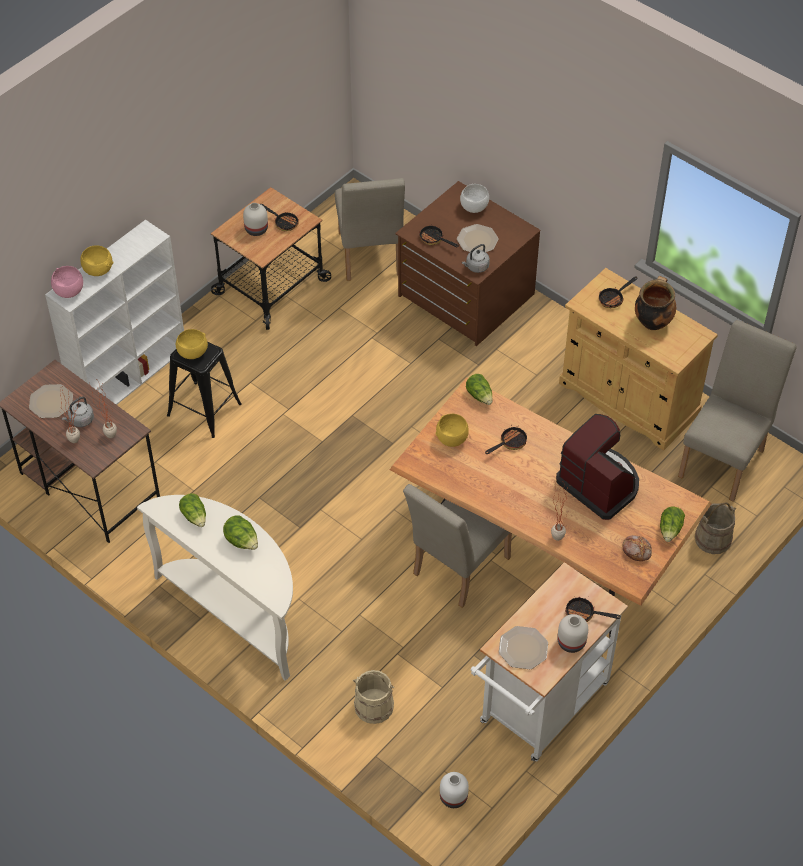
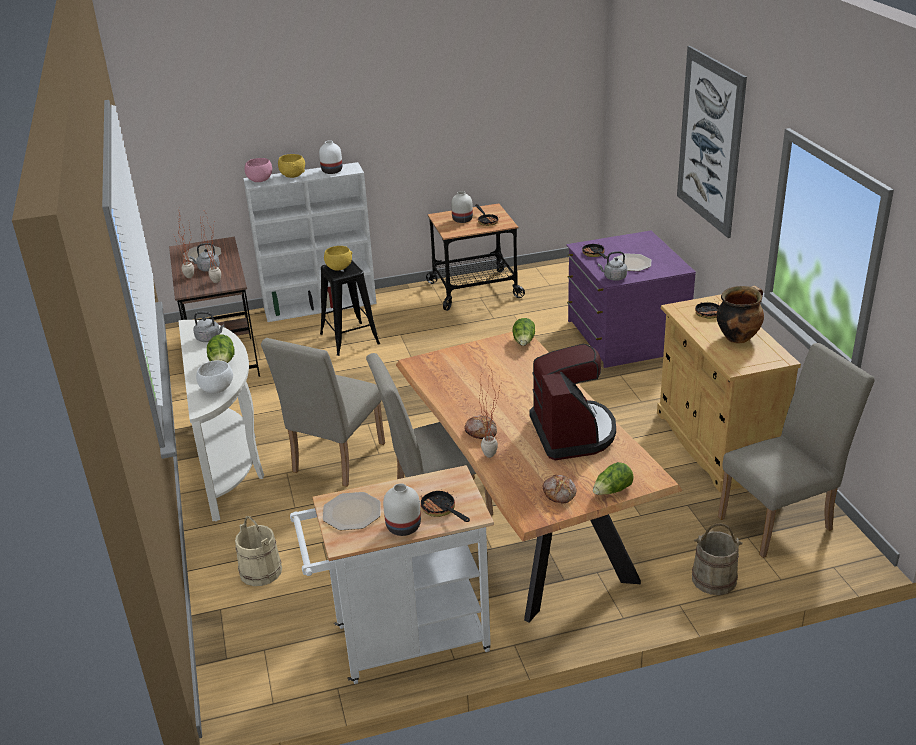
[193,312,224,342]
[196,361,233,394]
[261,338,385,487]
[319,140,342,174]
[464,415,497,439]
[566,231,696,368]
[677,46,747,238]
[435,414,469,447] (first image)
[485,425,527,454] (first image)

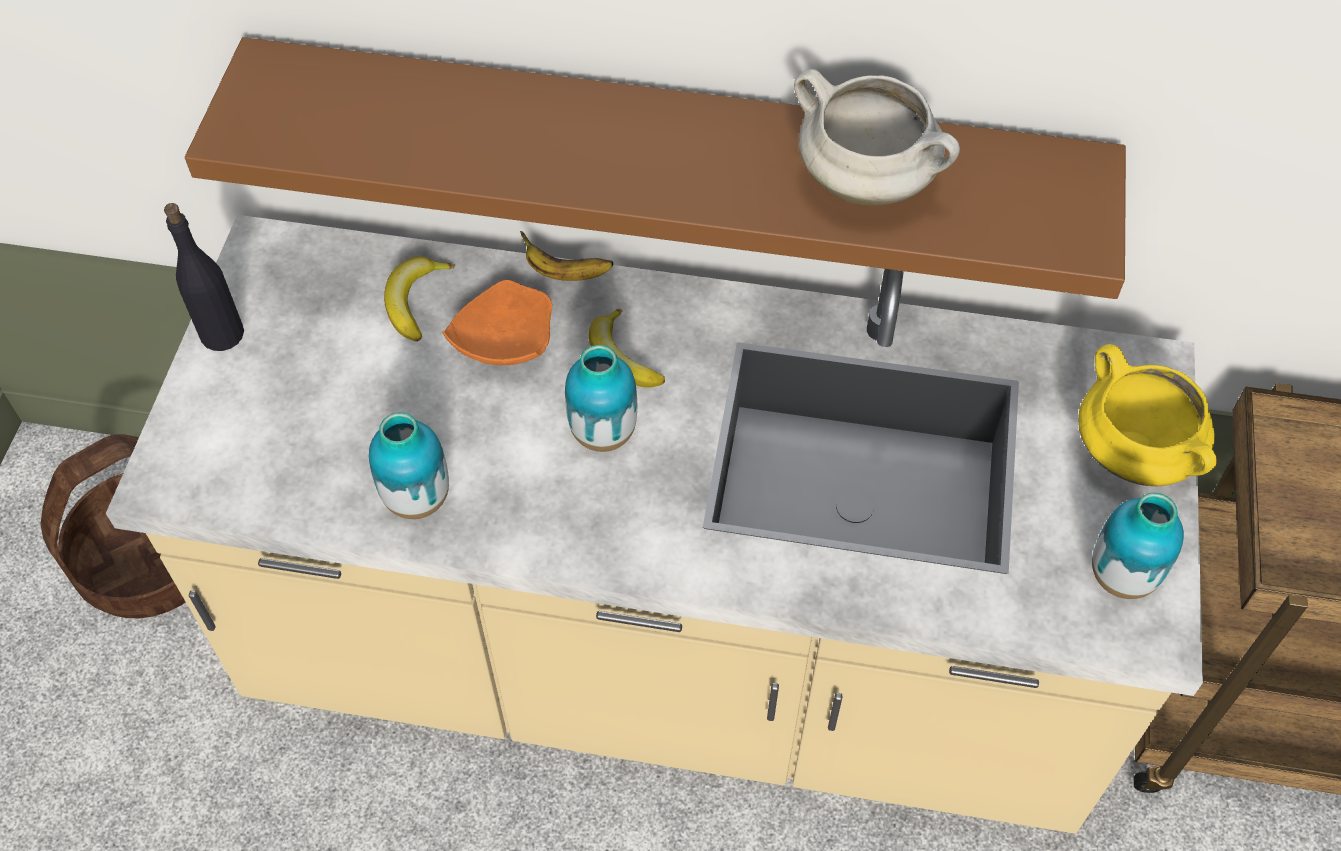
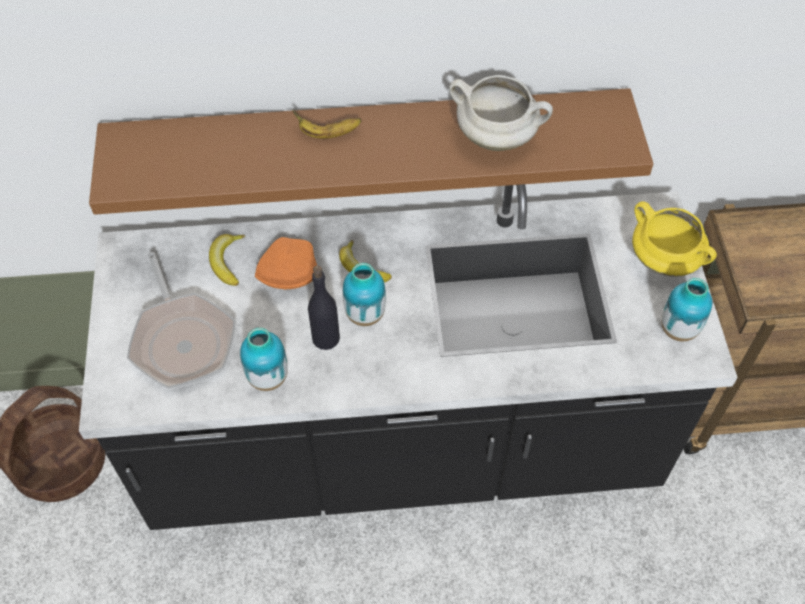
[79,184,738,530]
[127,252,235,390]
[292,110,361,139]
[308,265,340,350]

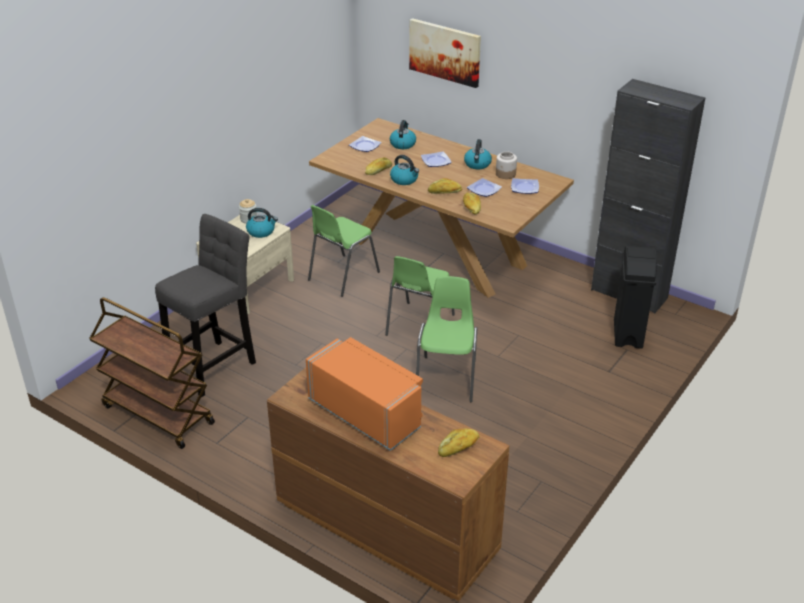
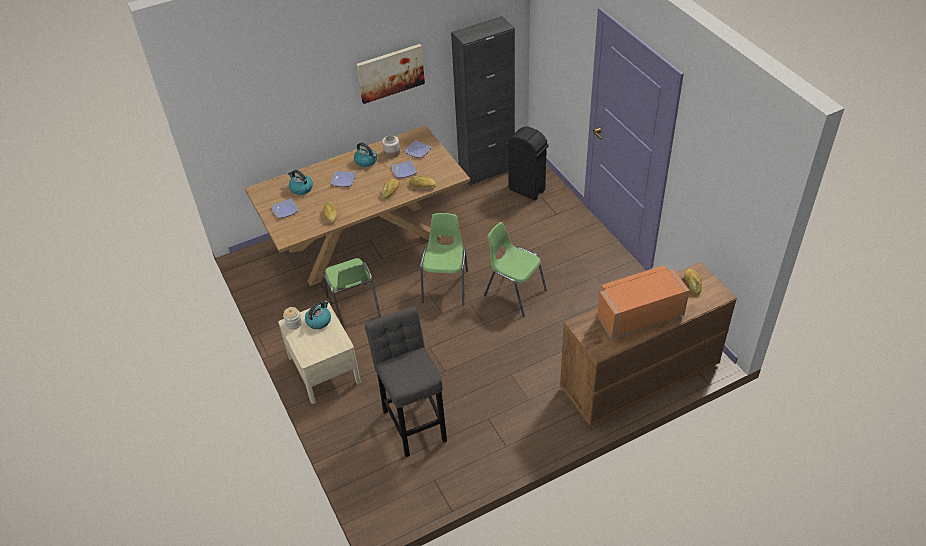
[357,44,425,104]
[420,213,468,305]
[89,297,215,449] (first image)
[390,155,419,185] (first image)

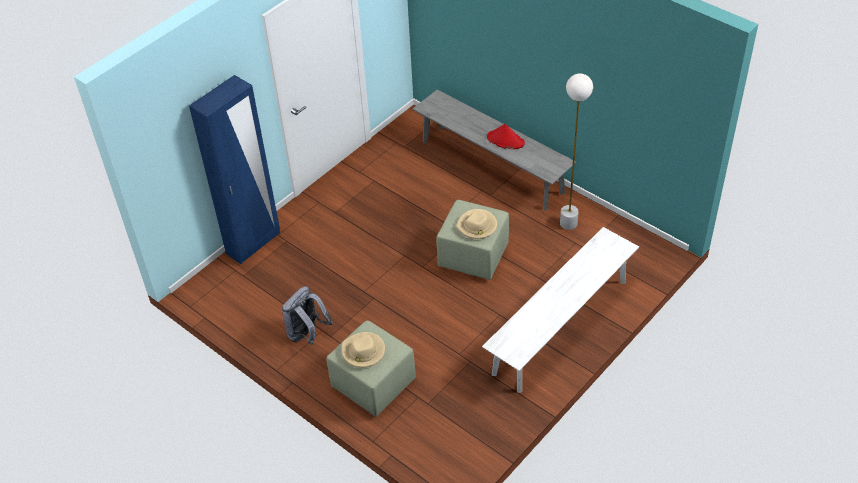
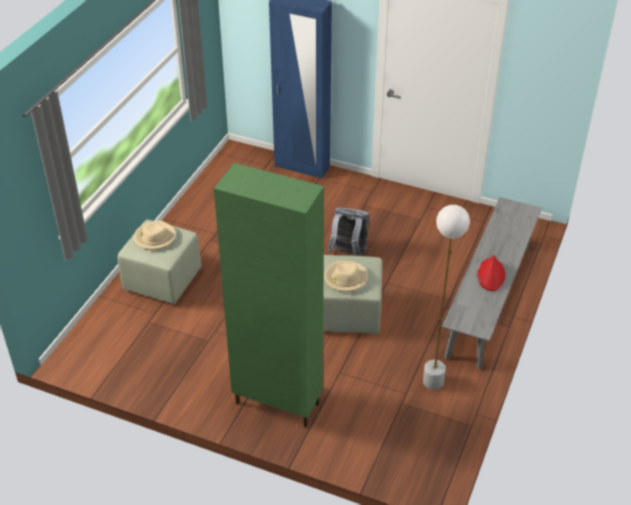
[214,163,324,427]
[327,208,370,256]

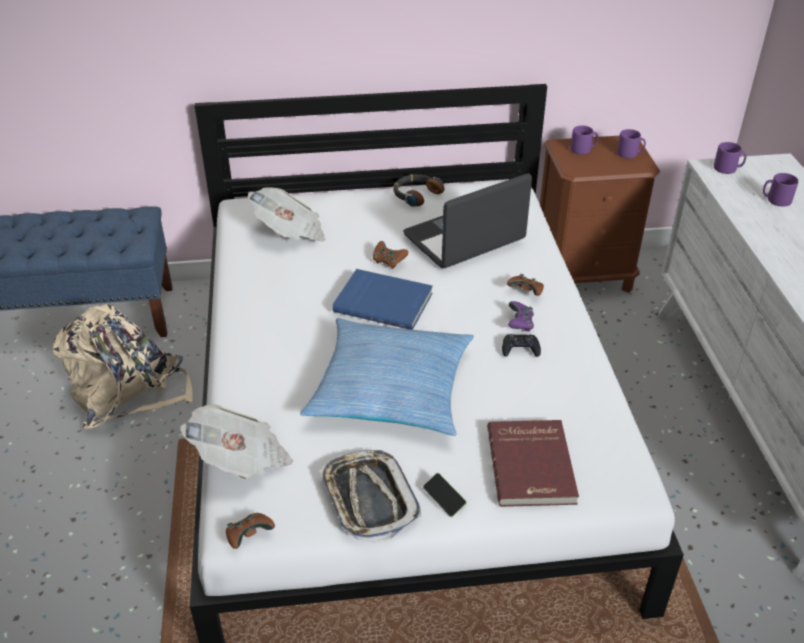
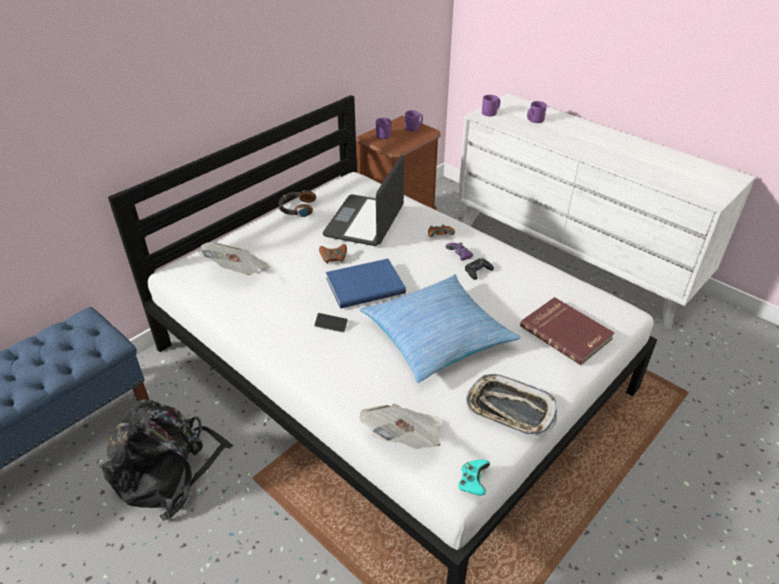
[101,399,234,521]
[314,313,348,333]
[458,460,490,496]

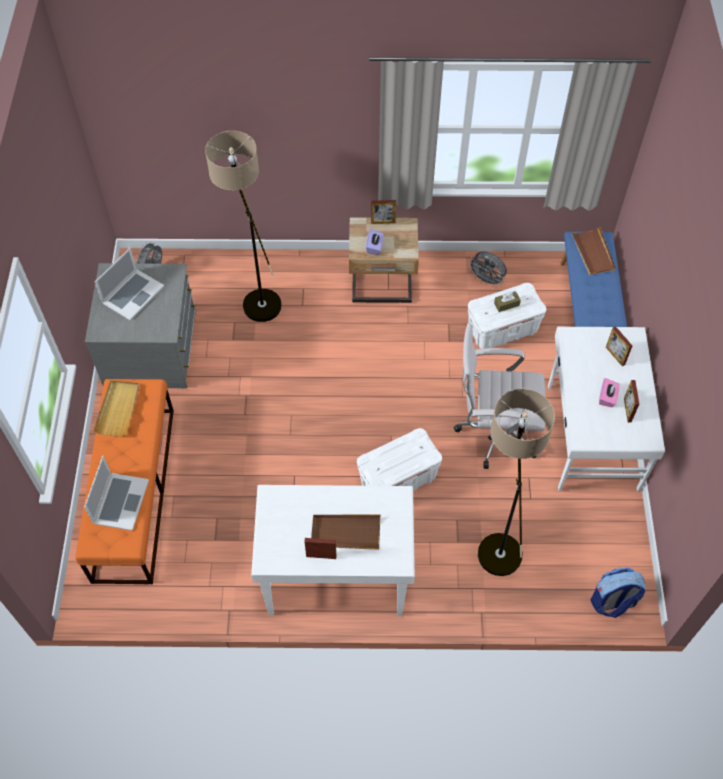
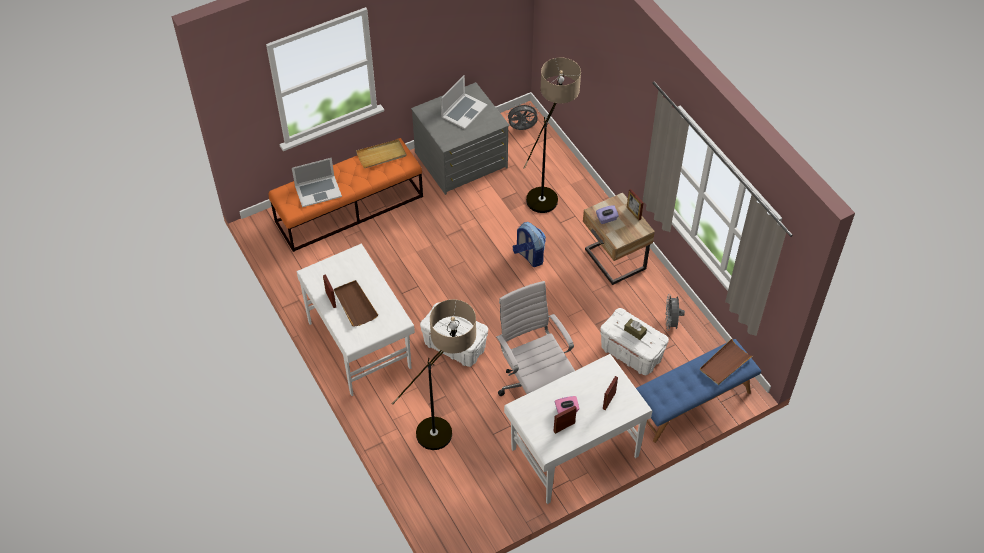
[441,75,487,129]
[513,222,546,267]

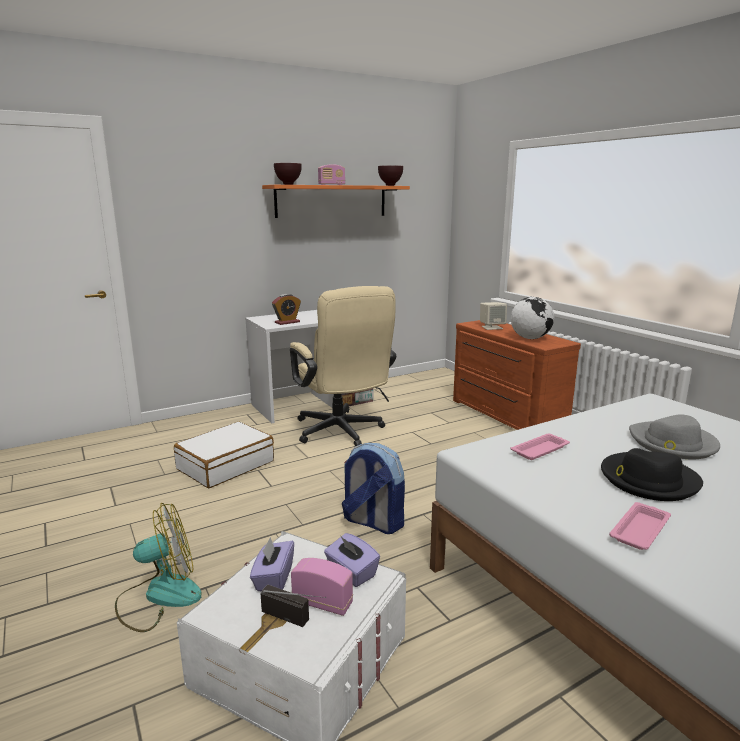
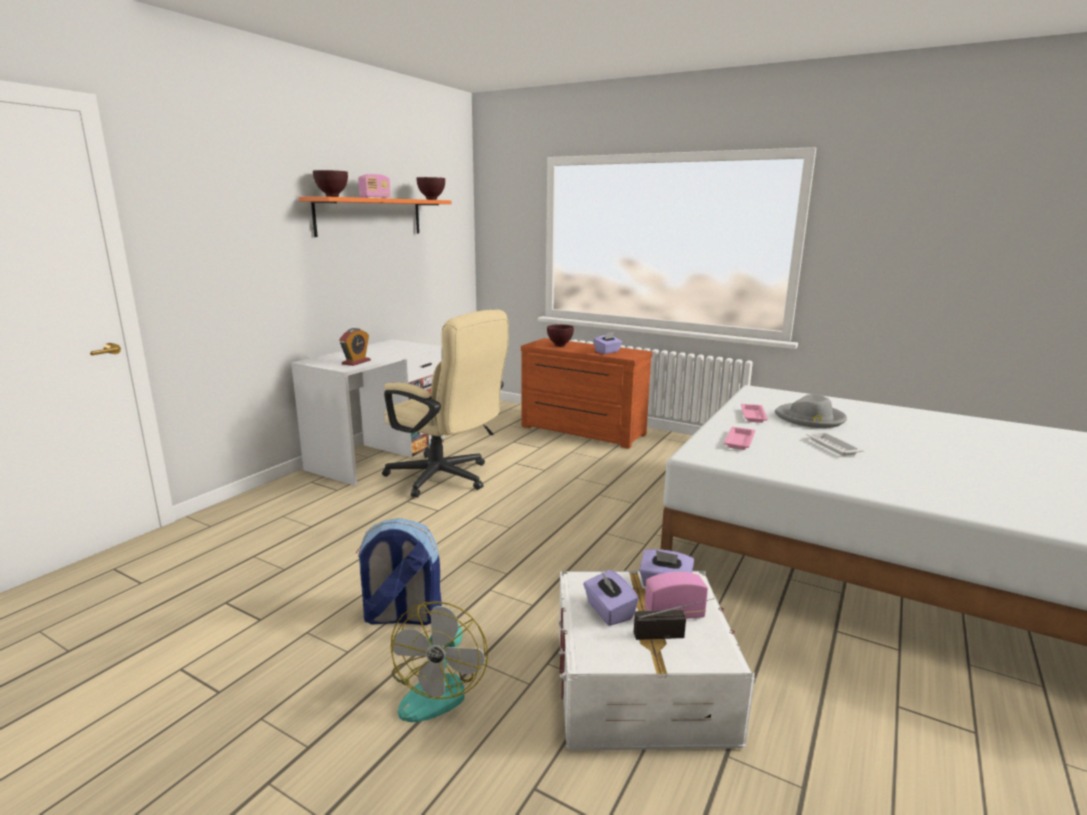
[356,518,442,625]
[391,601,488,722]
[547,324,574,347]
[594,332,622,354]
[741,404,768,423]
[806,432,864,456]
[174,422,274,488] (first image)

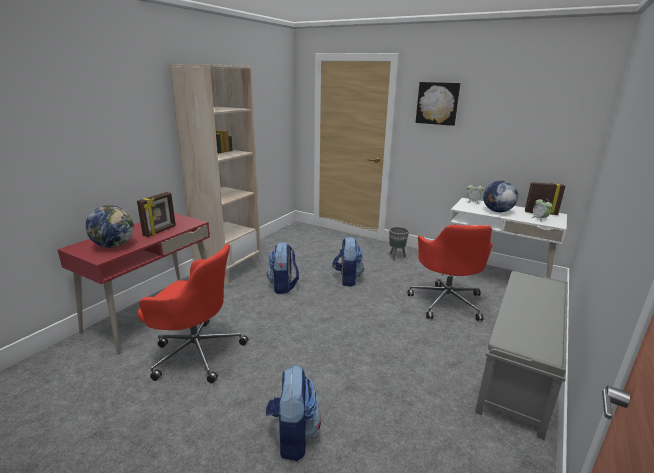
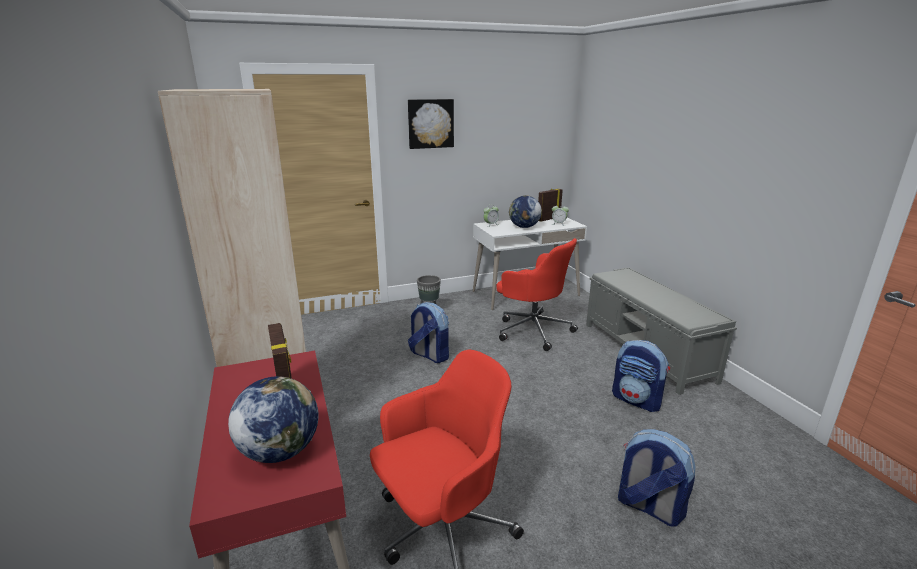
[612,340,670,412]

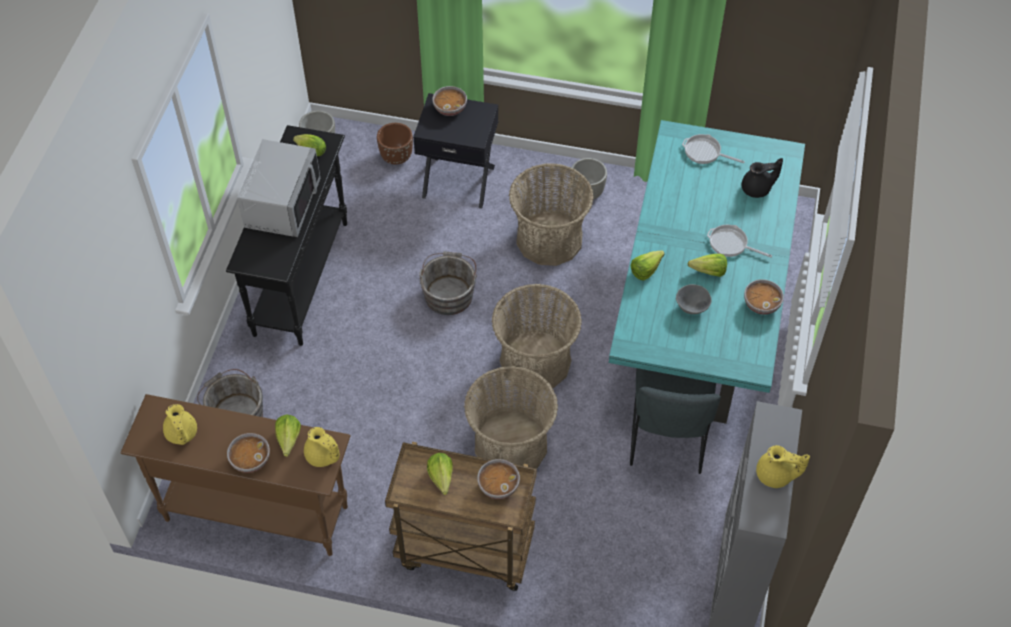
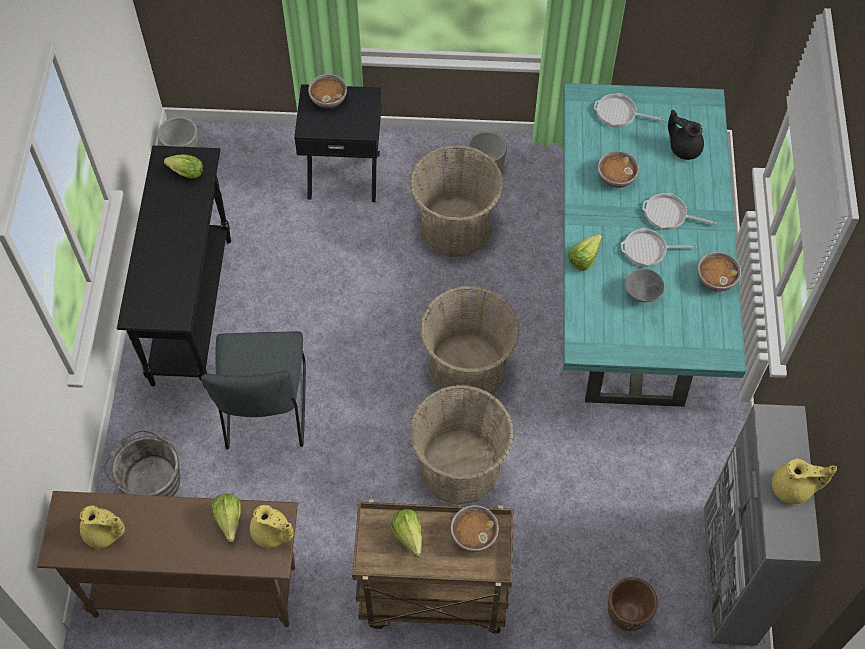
[80,506,125,548]
[201,331,306,450]
[598,151,639,188]
[608,577,658,631]
[621,228,697,267]
[668,110,704,160]
[237,139,320,237] (first image)
[419,251,477,315] (first image)

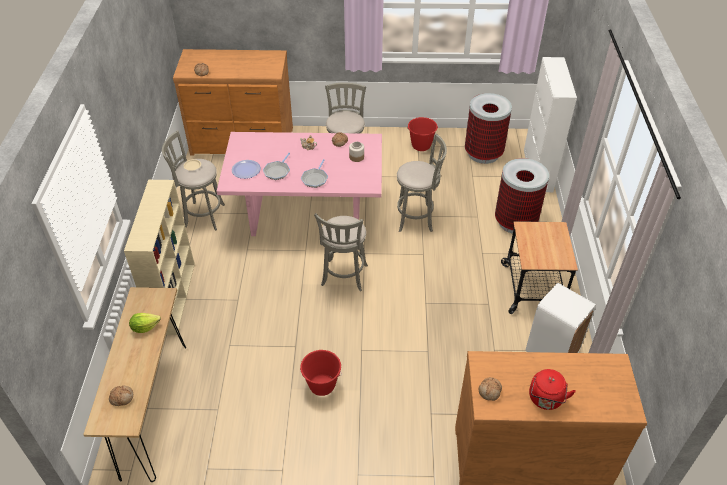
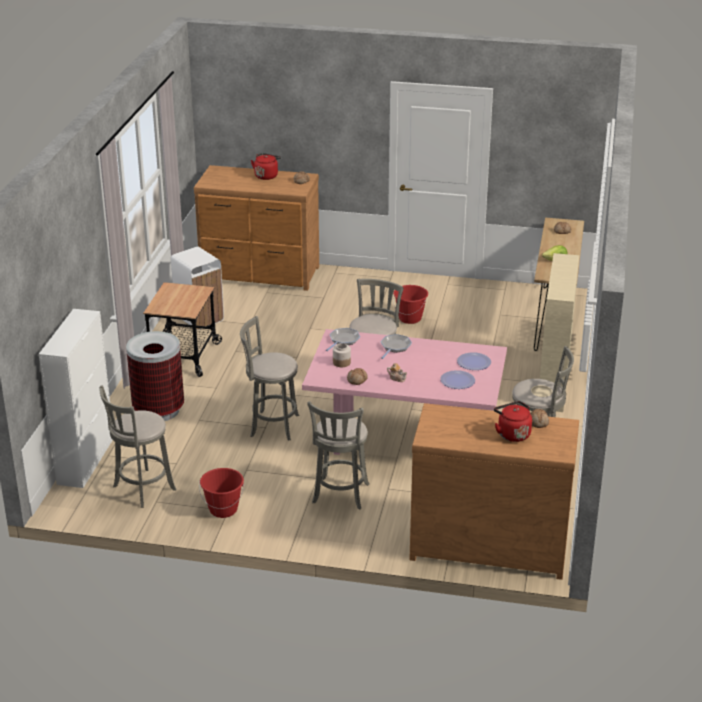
[99,385,176,508]
[326,328,360,351]
[440,370,475,389]
[494,401,532,442]

